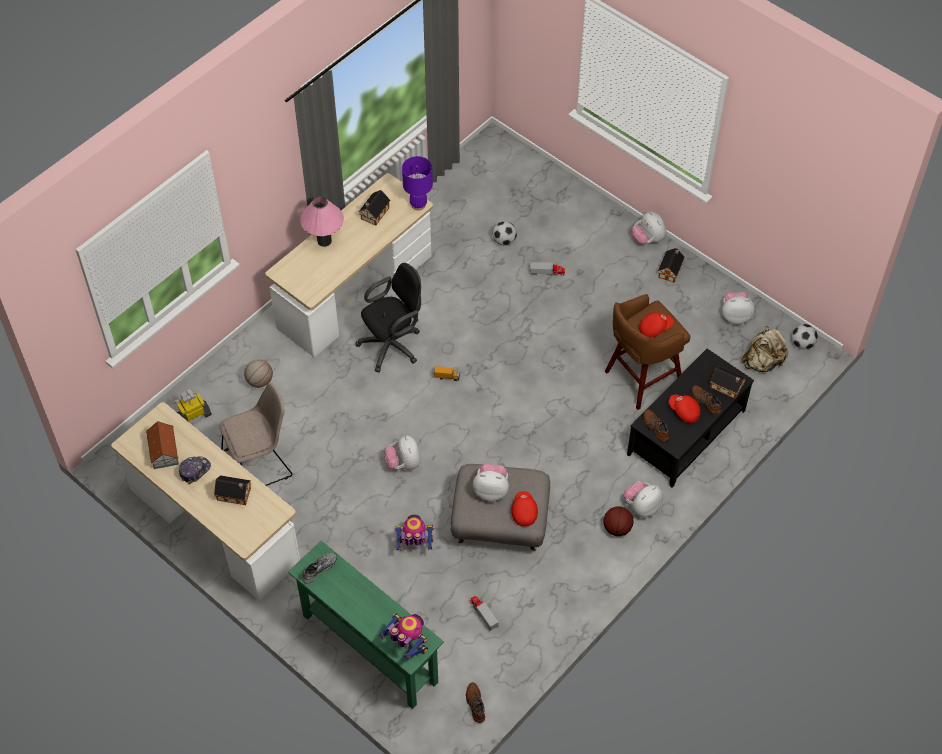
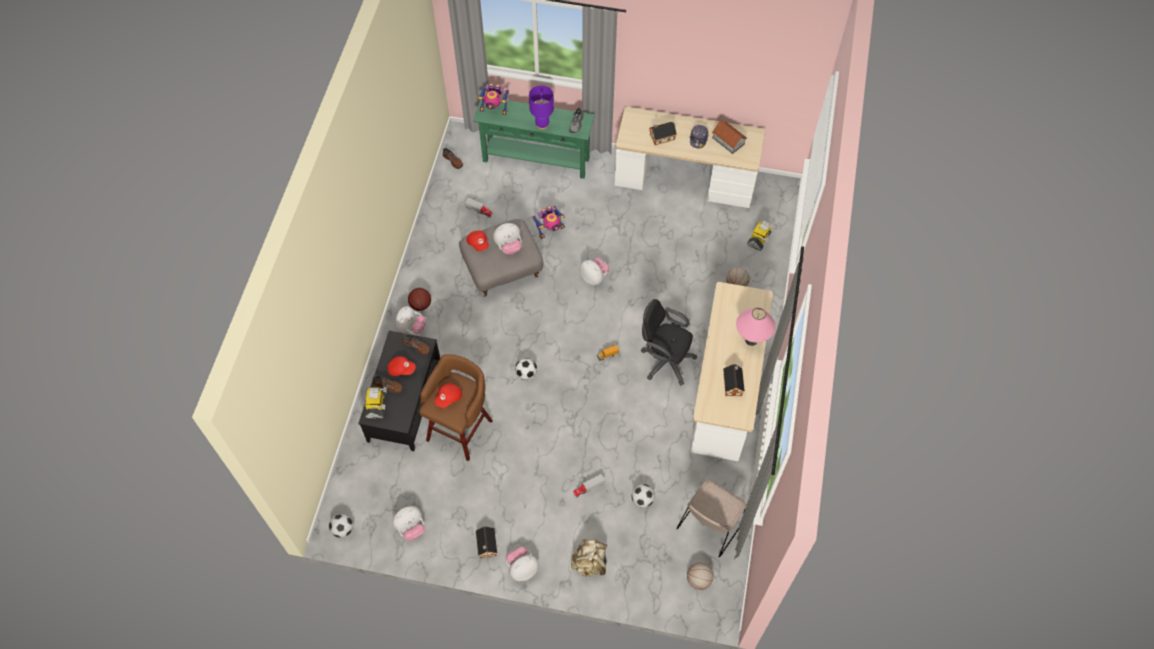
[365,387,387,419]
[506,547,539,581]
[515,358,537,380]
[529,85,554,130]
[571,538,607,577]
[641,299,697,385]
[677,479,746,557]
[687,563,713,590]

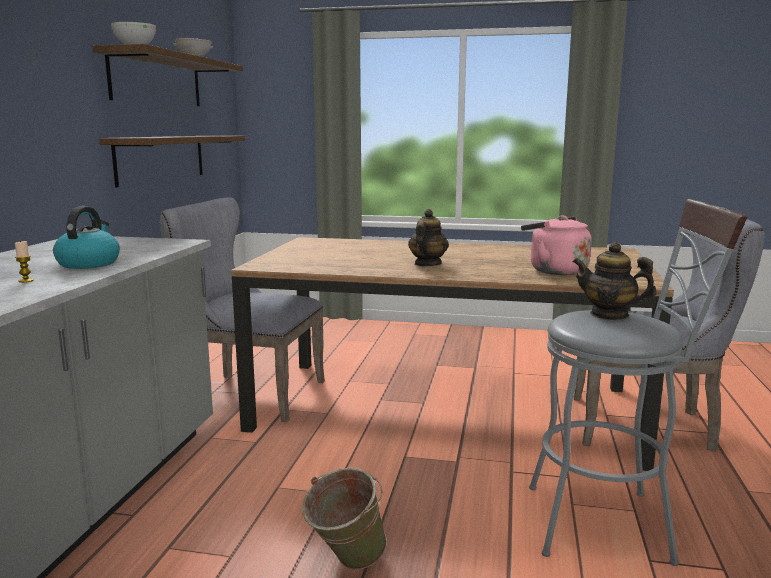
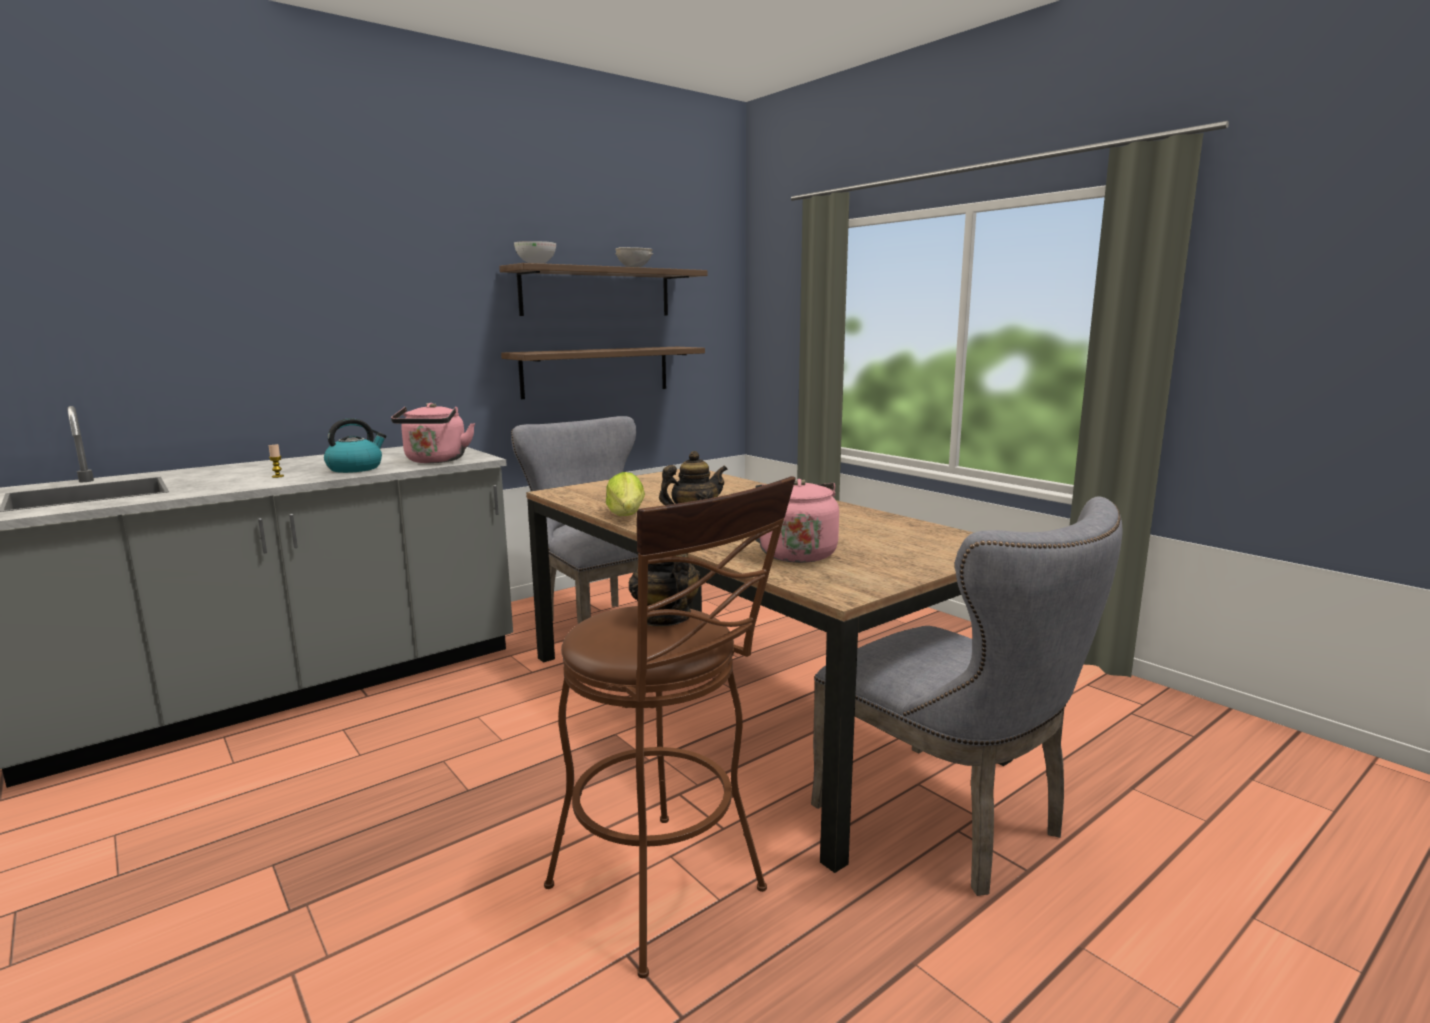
[391,403,475,463]
[544,476,795,978]
[606,472,645,516]
[302,468,387,570] (first image)

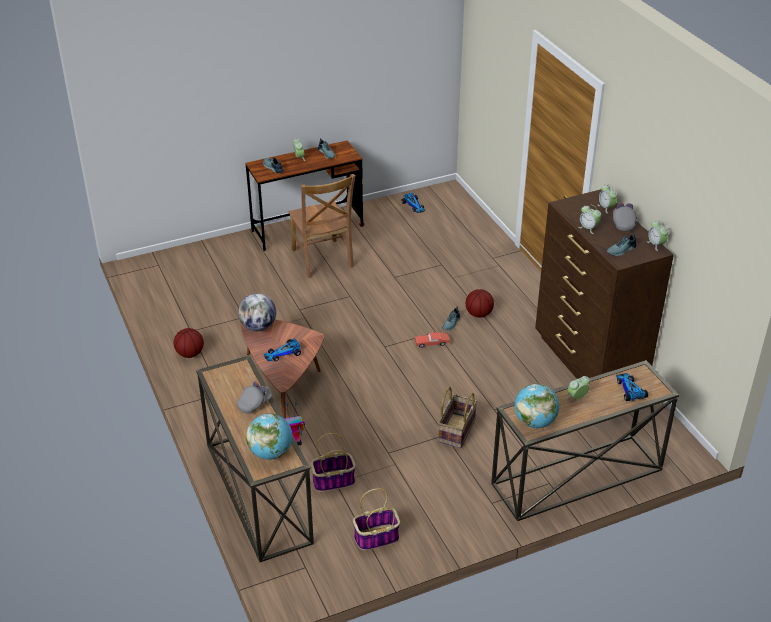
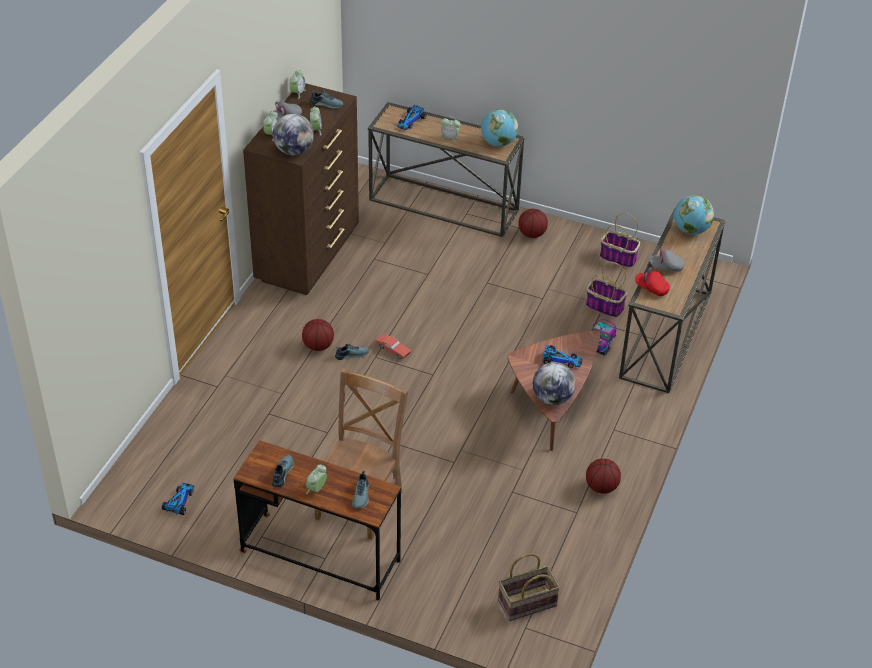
[273,114,314,155]
[498,553,560,621]
[518,209,548,238]
[635,267,670,296]

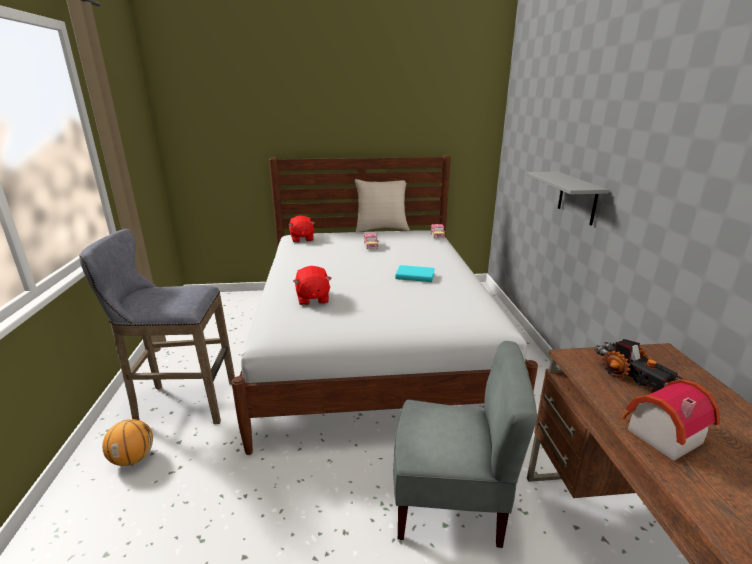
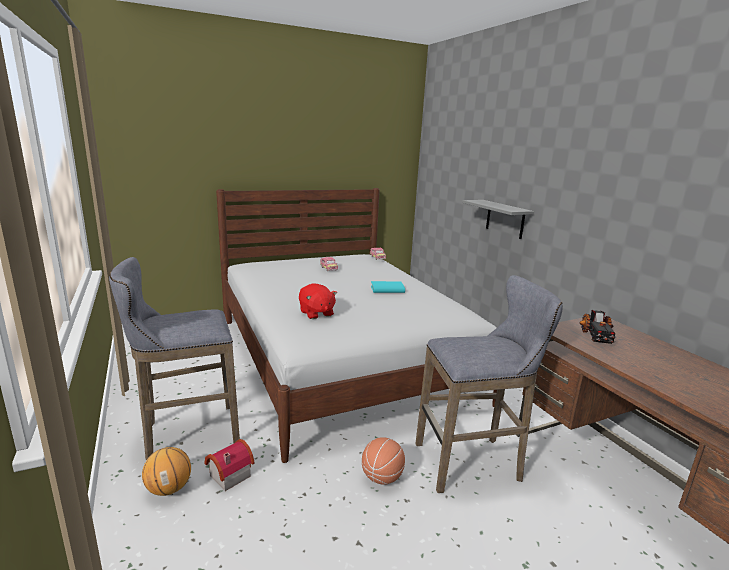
[204,439,255,491]
[362,437,405,485]
[415,275,563,493]
[579,310,617,344]
[288,216,315,243] (first image)
[355,179,410,232] (first image)

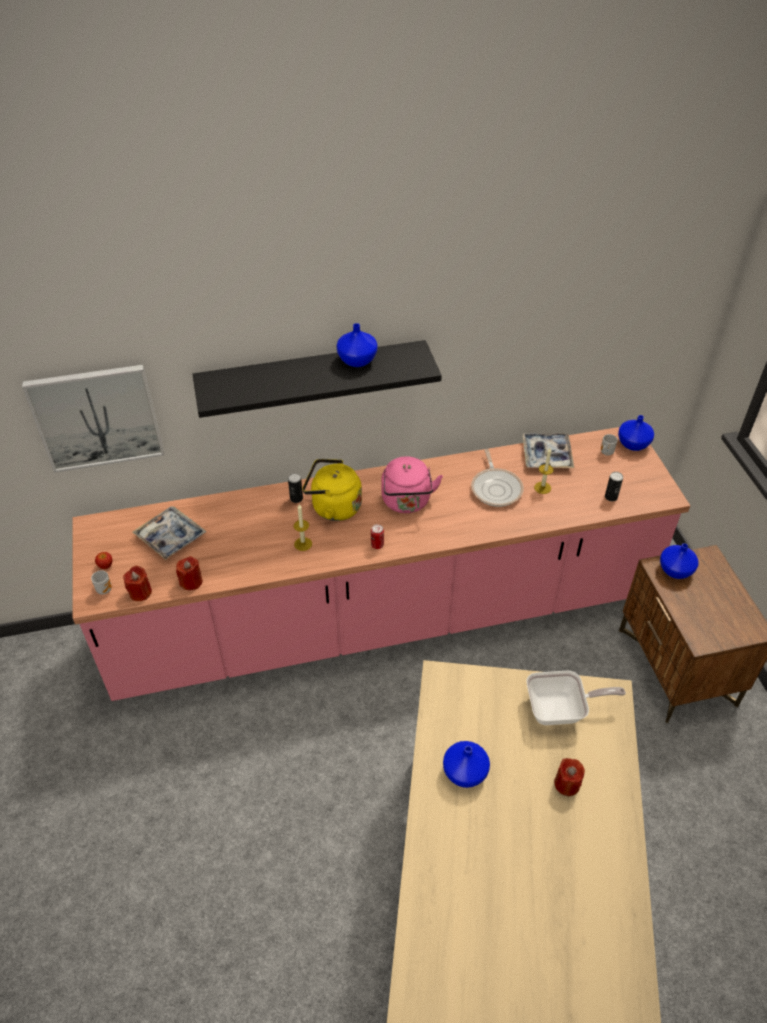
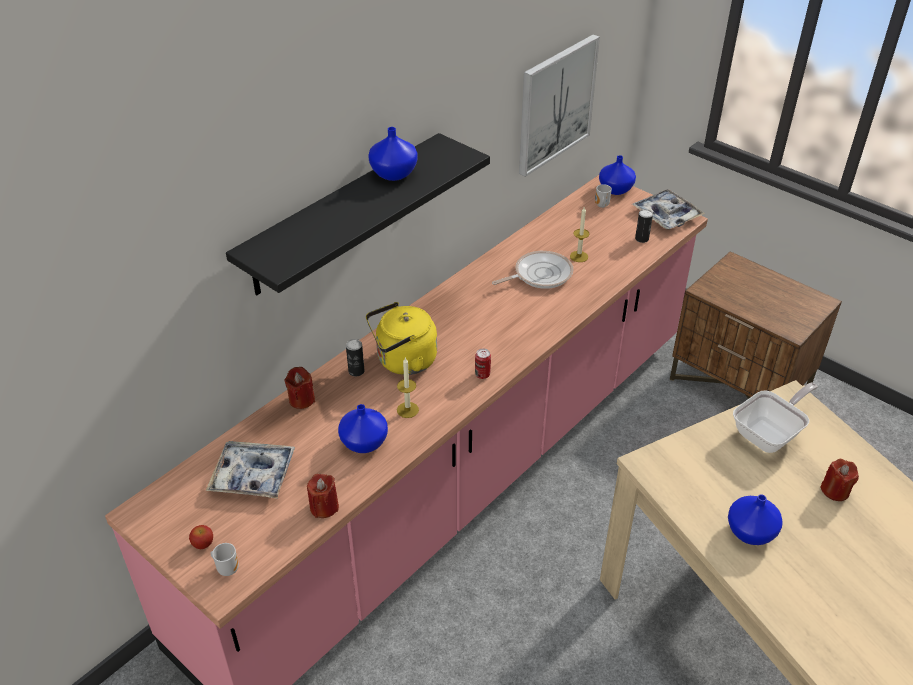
[285,367,315,409]
[338,404,388,453]
[492,251,574,289]
[519,34,600,177]
[632,189,705,229]
[381,456,443,513] (first image)

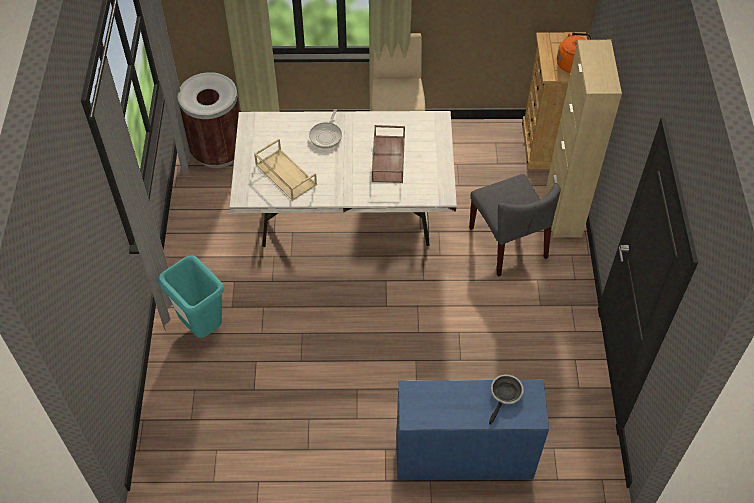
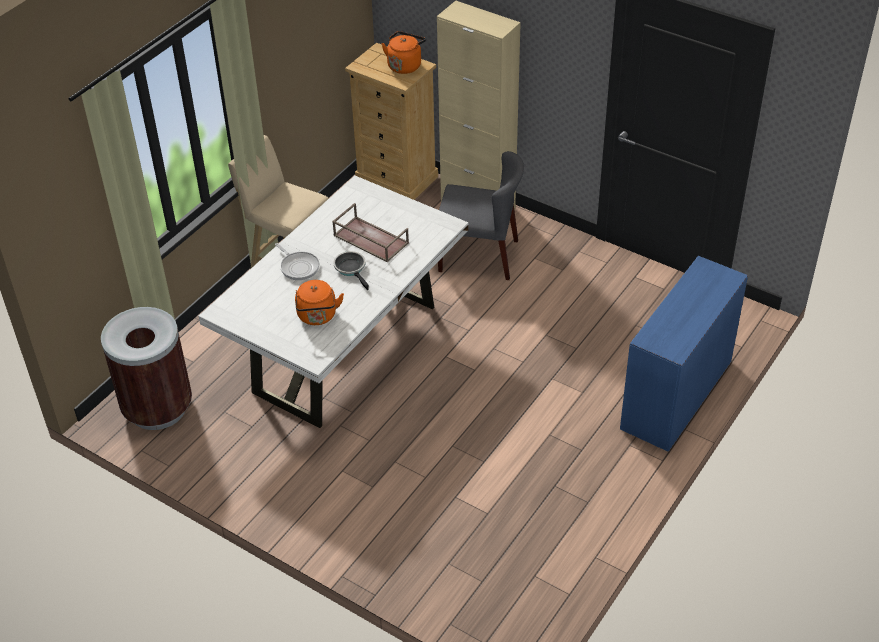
[295,280,344,325]
[333,251,369,290]
[158,255,224,338] (first image)

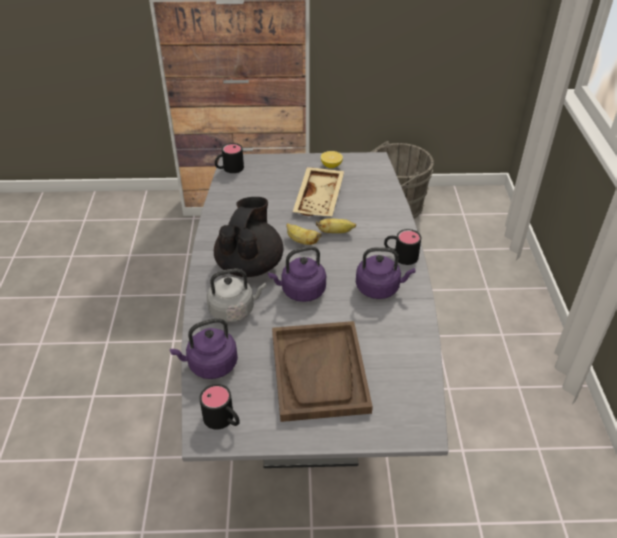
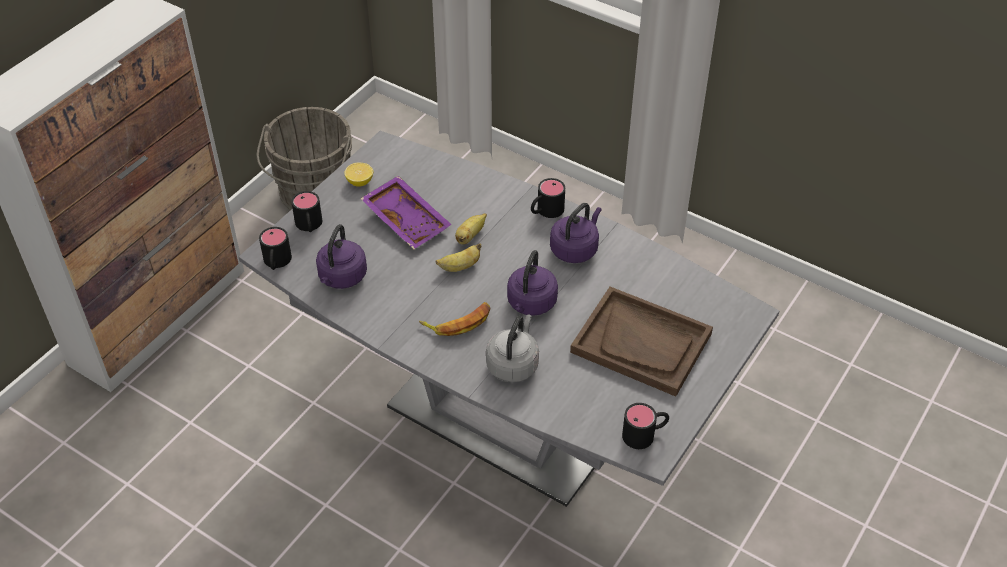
[291,191,322,232]
[316,224,367,289]
[360,176,452,249]
[419,302,491,336]

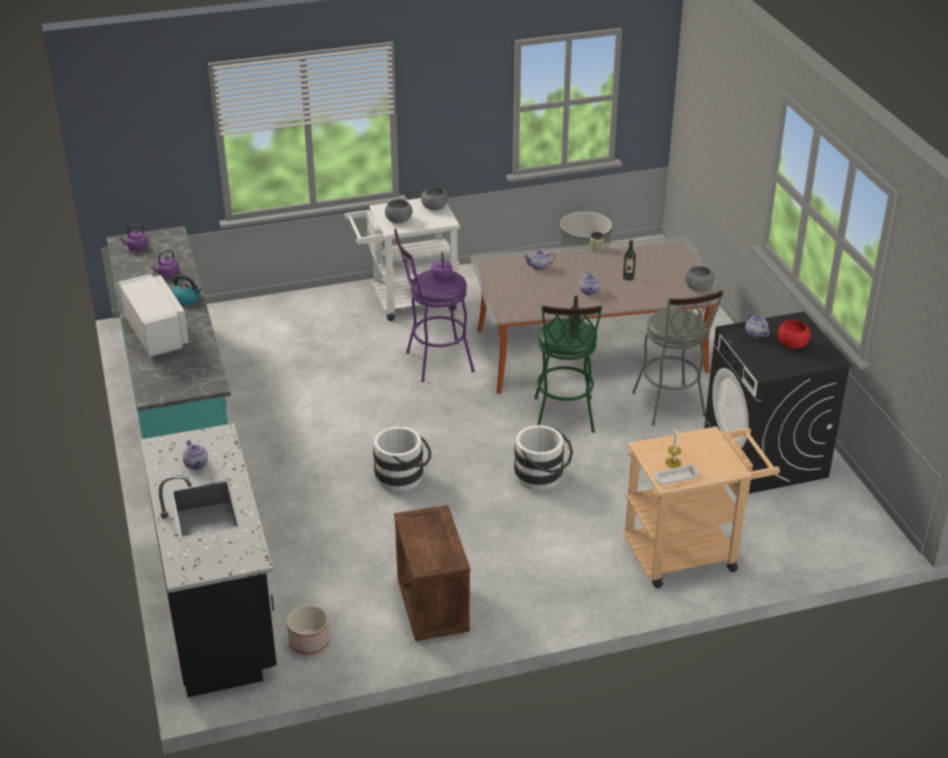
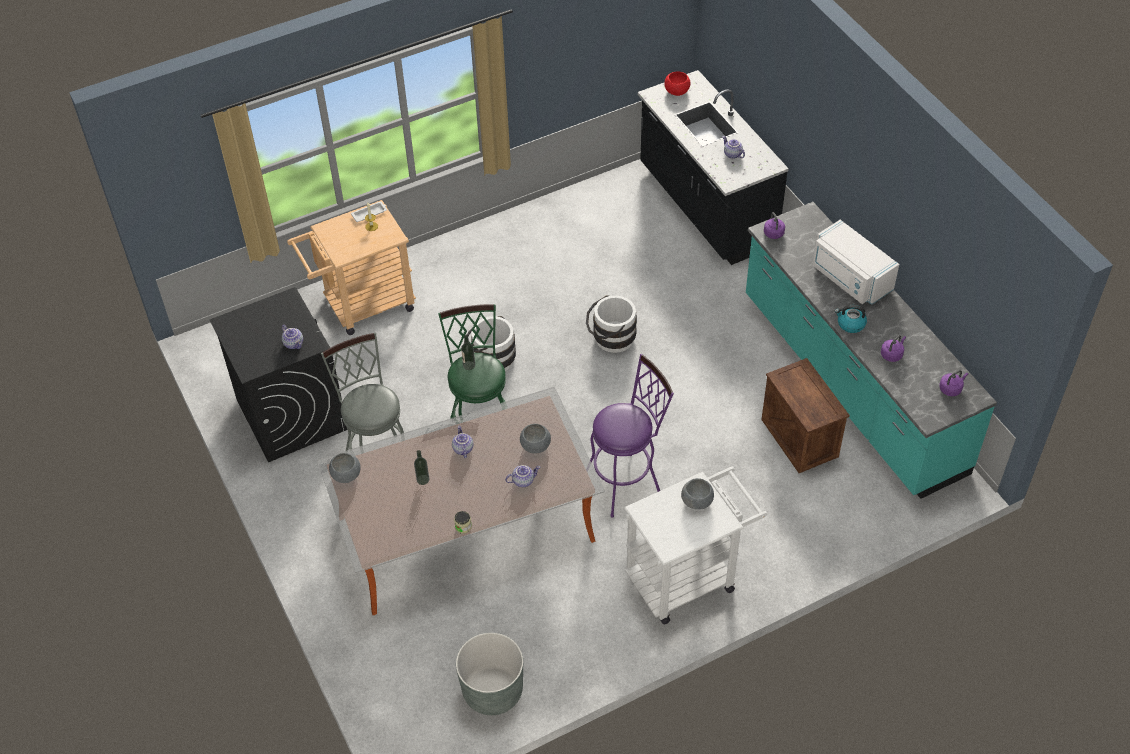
[520,424,551,453]
[664,72,690,96]
[761,358,850,473]
[764,212,785,239]
[287,605,330,655] (first image)

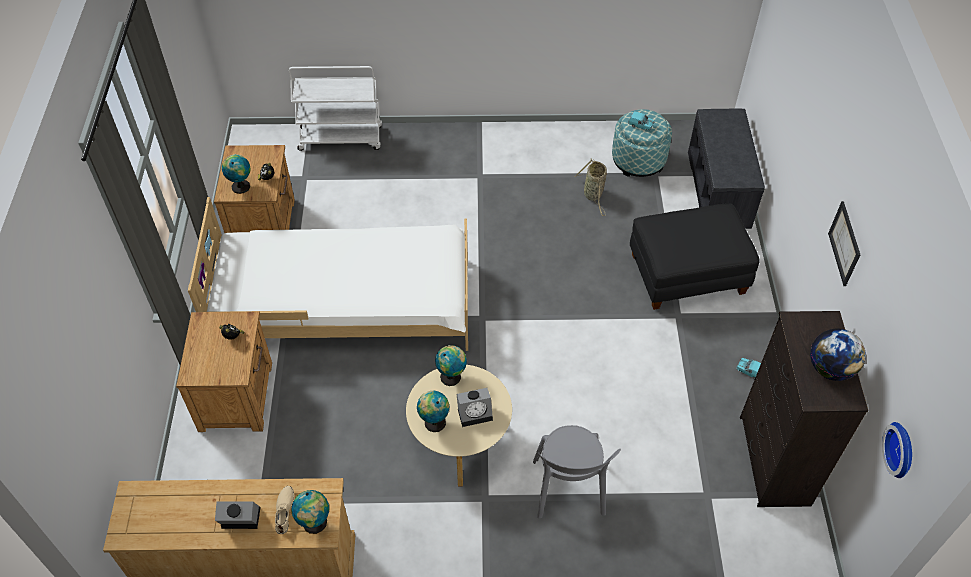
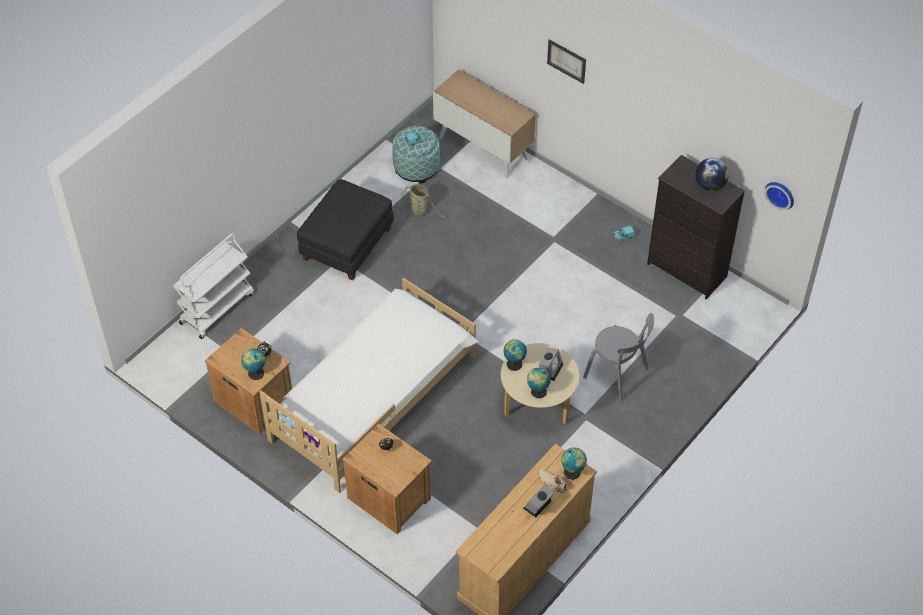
[297,179,394,281]
[433,70,536,178]
[547,39,586,84]

